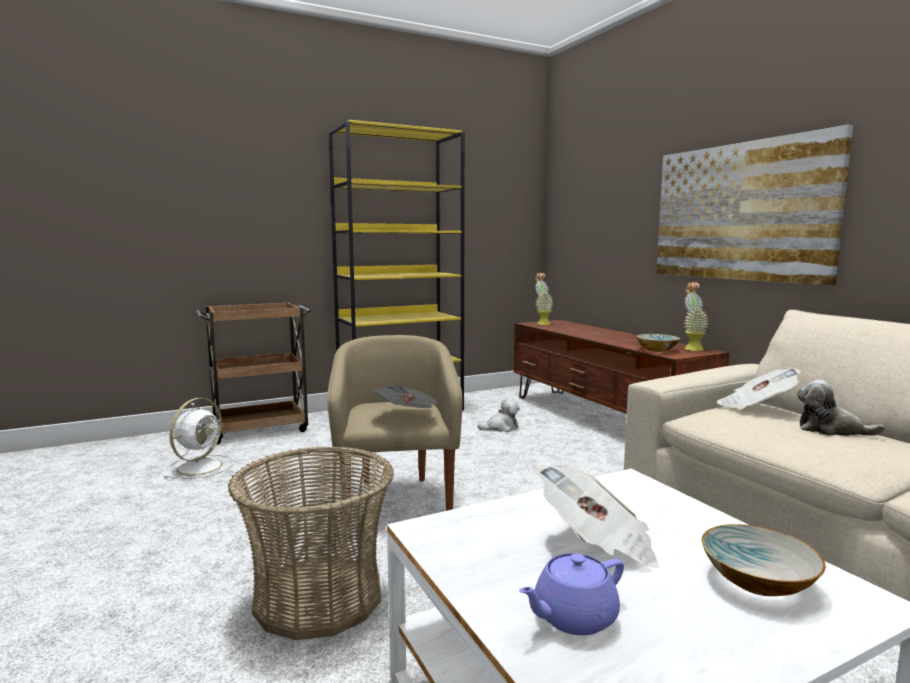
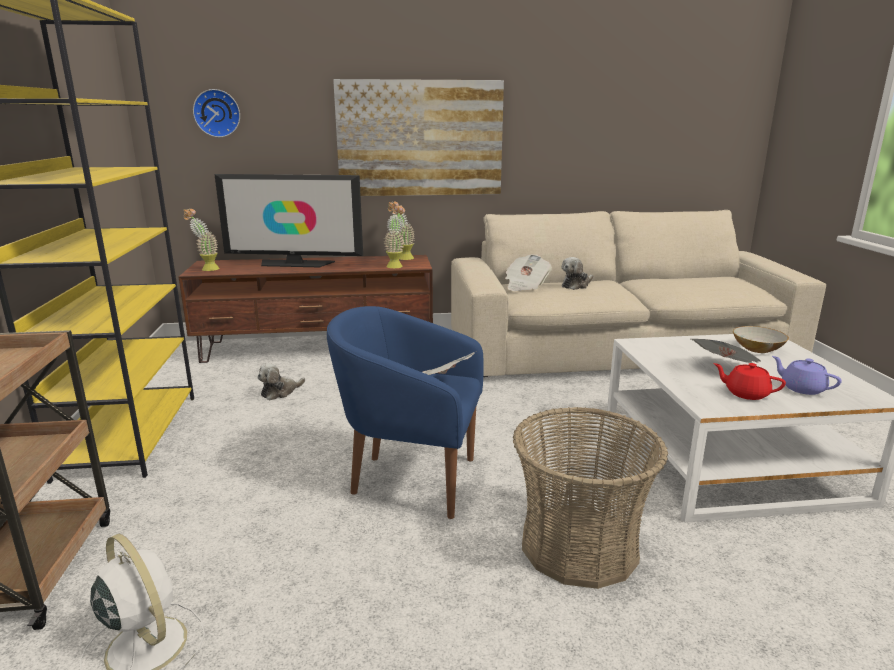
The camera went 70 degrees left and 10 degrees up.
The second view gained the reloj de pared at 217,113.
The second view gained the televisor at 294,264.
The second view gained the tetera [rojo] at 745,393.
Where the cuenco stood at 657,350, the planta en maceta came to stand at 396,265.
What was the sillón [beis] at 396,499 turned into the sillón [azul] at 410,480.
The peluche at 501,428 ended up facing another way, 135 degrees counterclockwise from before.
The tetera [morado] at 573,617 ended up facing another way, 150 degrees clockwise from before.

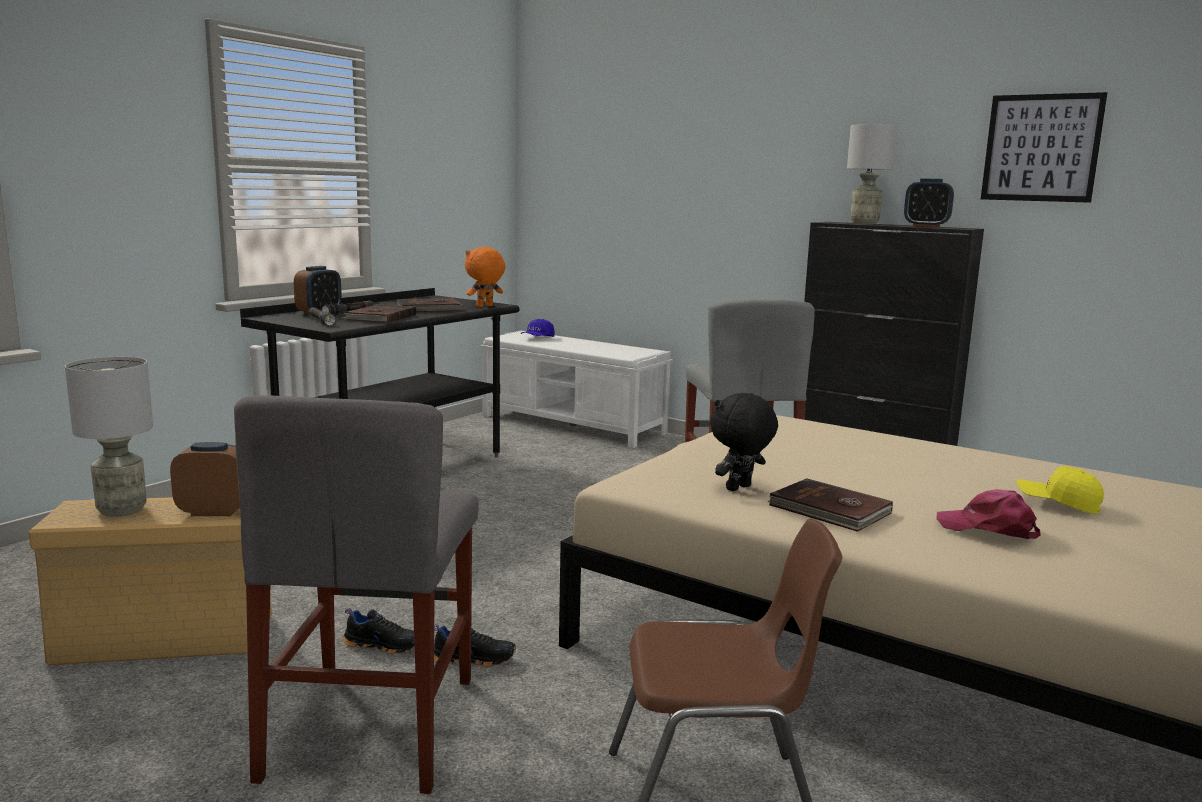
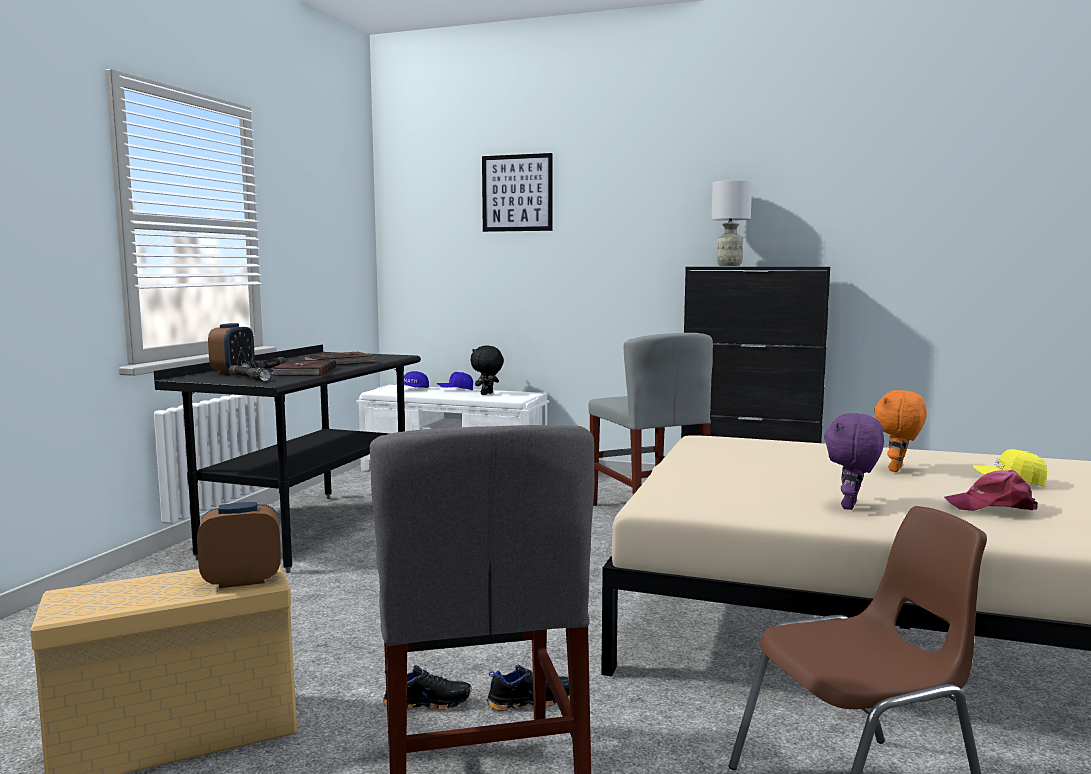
The camera went 15 degrees left and 5 degrees down.
The second view lost the lámpara de mesa [gris] at 122,510.
The second view lost the despertador at 926,226.
The second view gained the gorra [azul] at 455,390.
The peluche [naranja] ended up elsewhere, having gone from 485,306 to 897,470.
The peluche [negro] ended up elsewhere, having gone from 739,488 to 487,394.
The cuadro ended up elsewhere, having gone from 1041,148 to 517,193.
Where the libro [marrón] stood at 829,510, the peluche [morado] came to stand at 851,506.

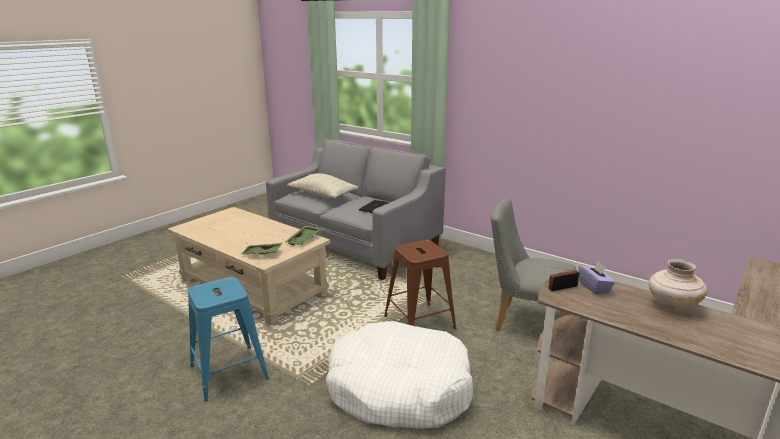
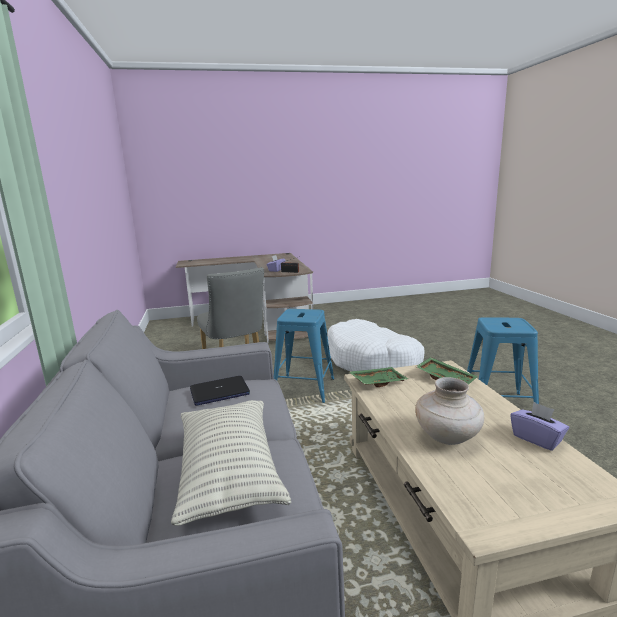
The camera went 140 degrees left and 5 degrees down.
The second view gained the caja de pañuelos [morado] at 537,439.
The florero [beis] ended up elsewhere, having gone from 672,305 to 447,437.
What was the taburete [marrón] at 419,322 turned into the taburete [azul] at 304,388.

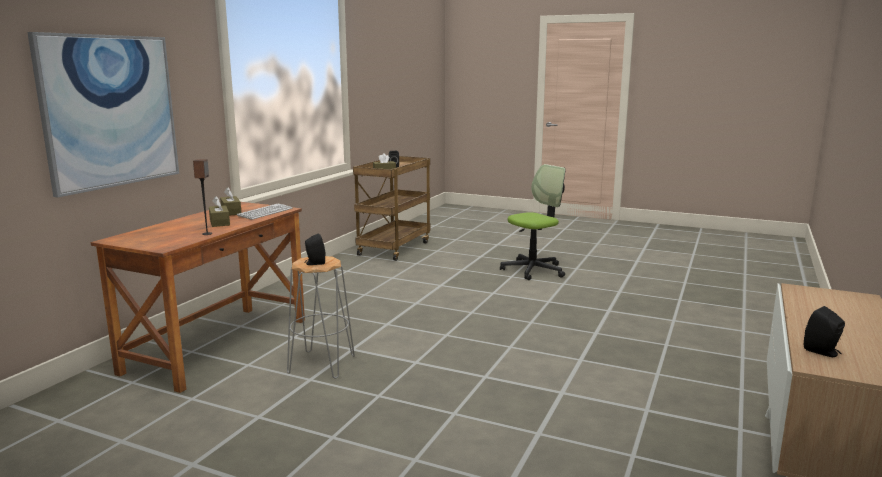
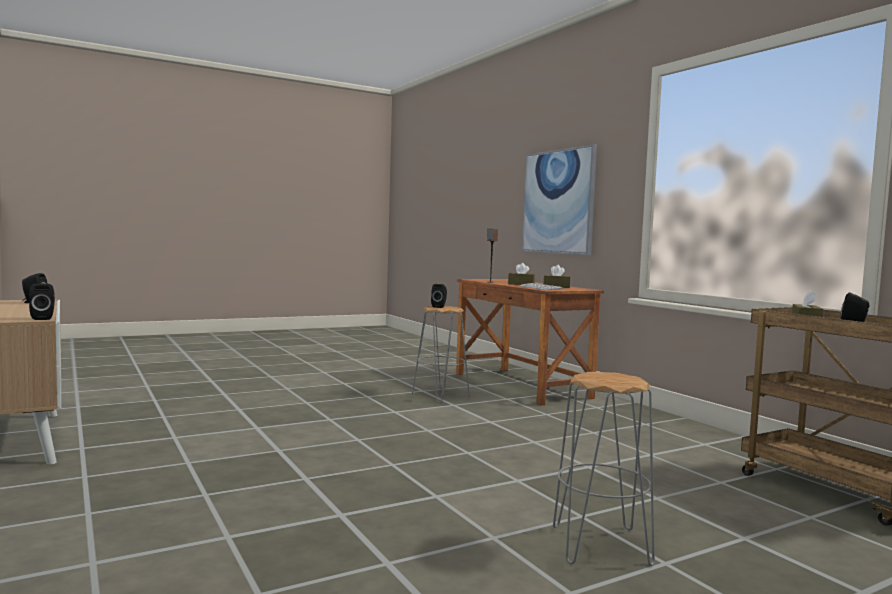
The camera went 125 degrees right and 10 degrees down.
The second view gained the altavoz [negro] at 43,318.
Where the silla de oficina stood at 533,270, the taburete [gris] came to stand at 599,545.

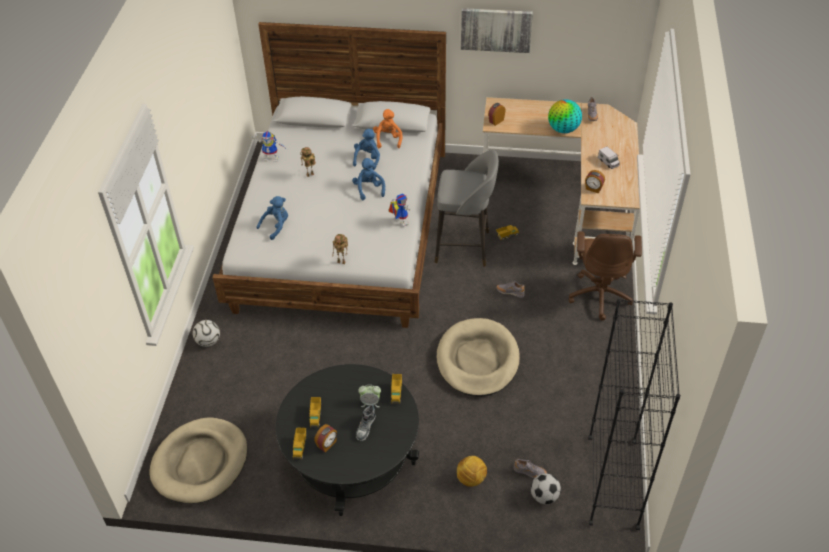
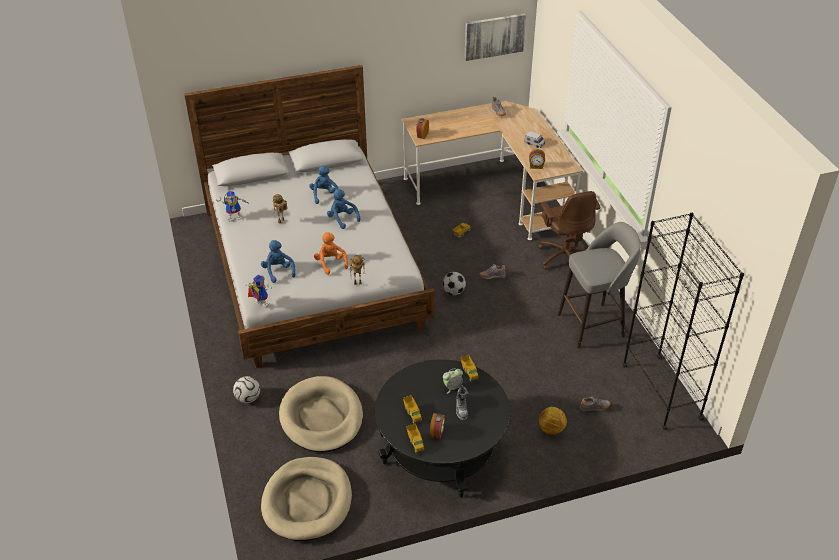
The camera went 25 degrees left and 5 degrees down.
The second view lost the globo terráqueo at 563,129.
The peluche [naranja] ended up elsewhere, having gone from 388,139 to 330,263.
The robot de juguete ended up elsewhere, having gone from 399,221 to 259,304.
The taburete [gris] ended up elsewhere, having gone from 464,247 to 593,325.
The cama para perro [beis] ended up elsewhere, having gone from 477,360 to 321,417.
The cuadro ended up elsewhere, having gone from 496,29 to 494,36.
The balón de fútbol ended up elsewhere, having gone from 544,496 to 454,292.
The peluche [azul] at 276,226 ended up facing another way, 45 degrees counterclockwise from before.

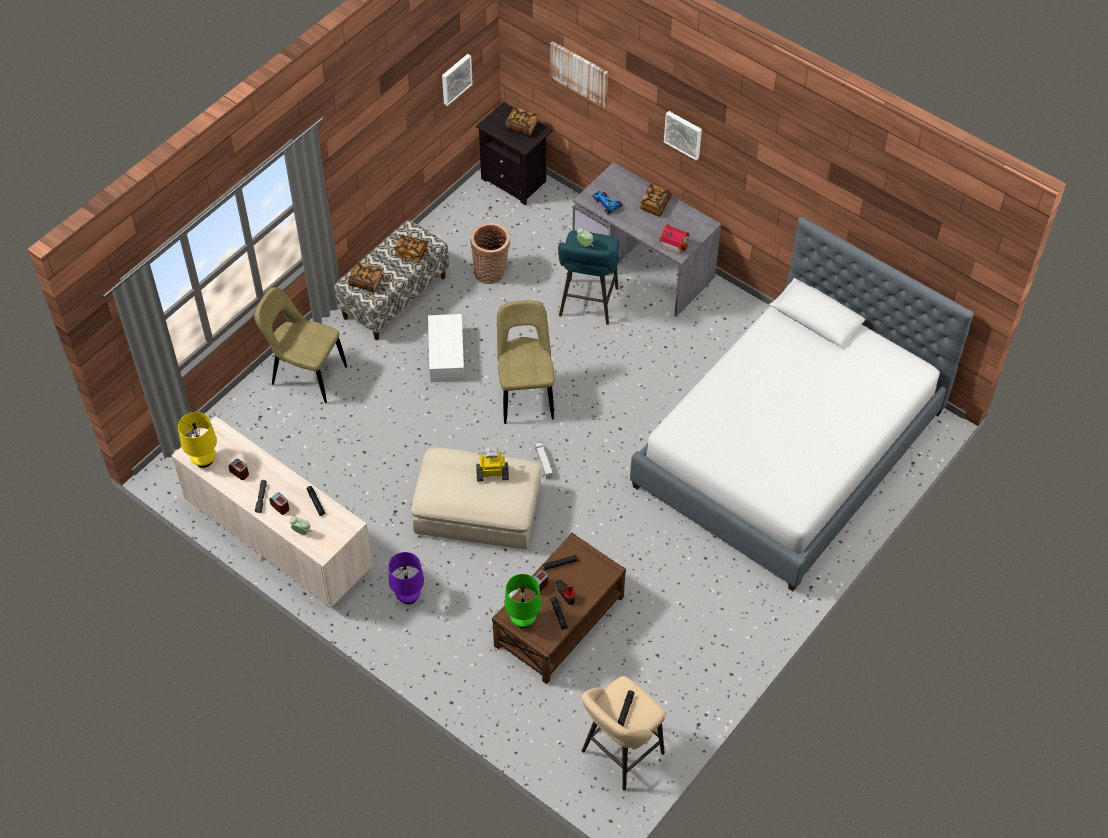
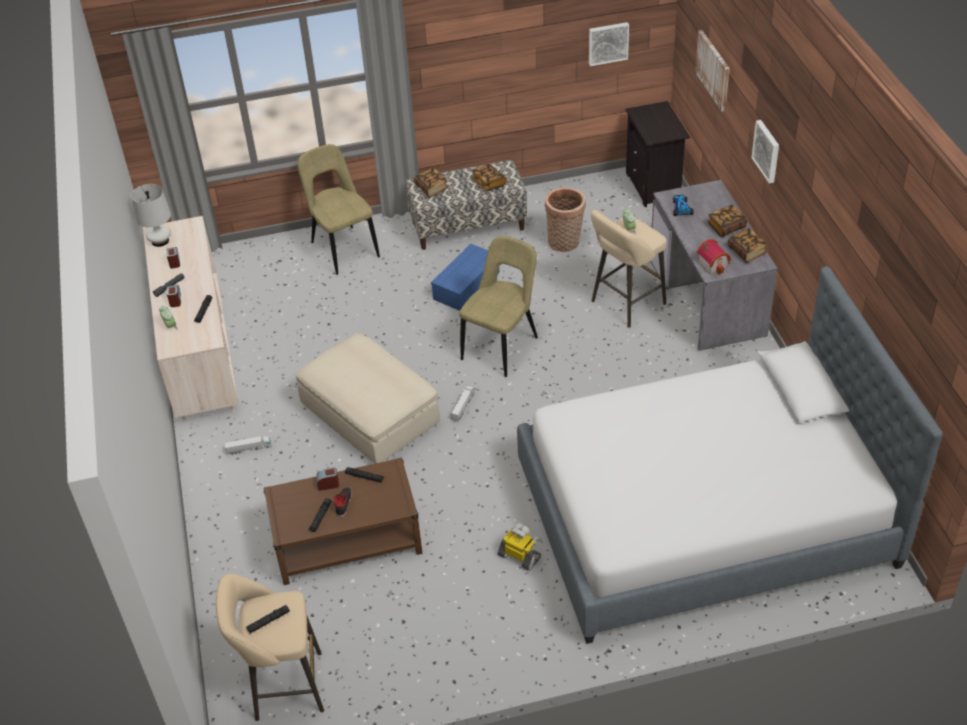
The camera went 40 degrees right and 10 degrees down.
The second view lost the lámpara de mesa [verde] at 523,620.
The robot de juguete ended up elsewhere, having gone from 492,473 to 520,556.
The libro ended up elsewhere, having gone from 522,127 to 746,252.
Where the lámpara de mesa [morado] stood at 408,596, the camión de juguete came to stand at 248,449.
What was the lámpara de mesa [amarillo] at 204,460 turned into the lámpara de mesa [blanco] at 160,241.
What was the caja de almacenaje [blanco] at 445,354 turned into the caja de almacenaje [azul] at 466,285.
What was the taburete [turquesa] at 587,305 turned into the taburete [beis] at 625,304.

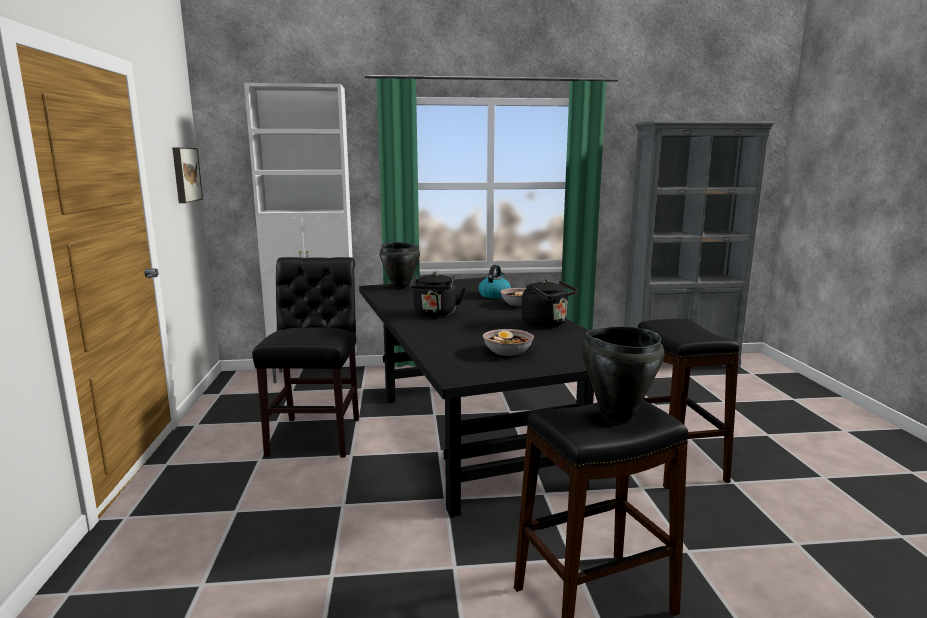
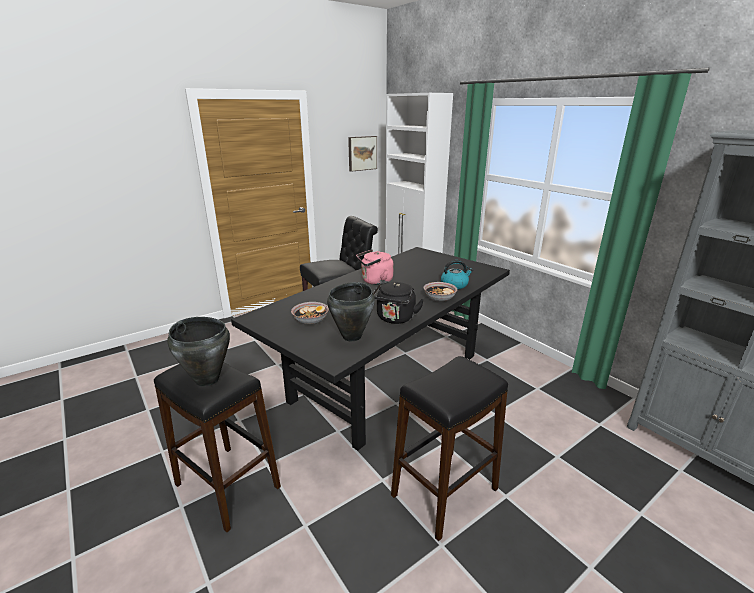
The camera went 60 degrees right and 10 degrees up.
The olla [negro] ended up elsewhere, having gone from 400,287 to 352,336.
What was the hervidor [negro] at 435,314 turned into the hervidor [rosa] at 375,281.

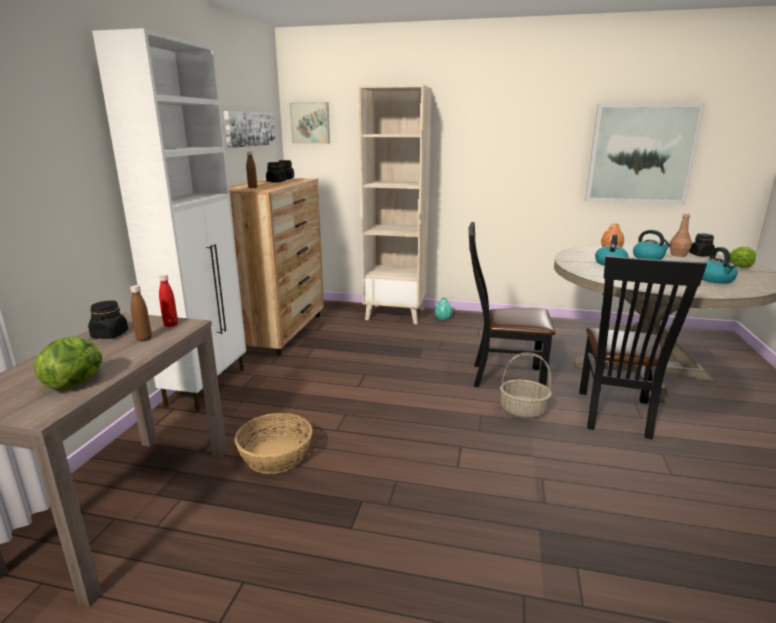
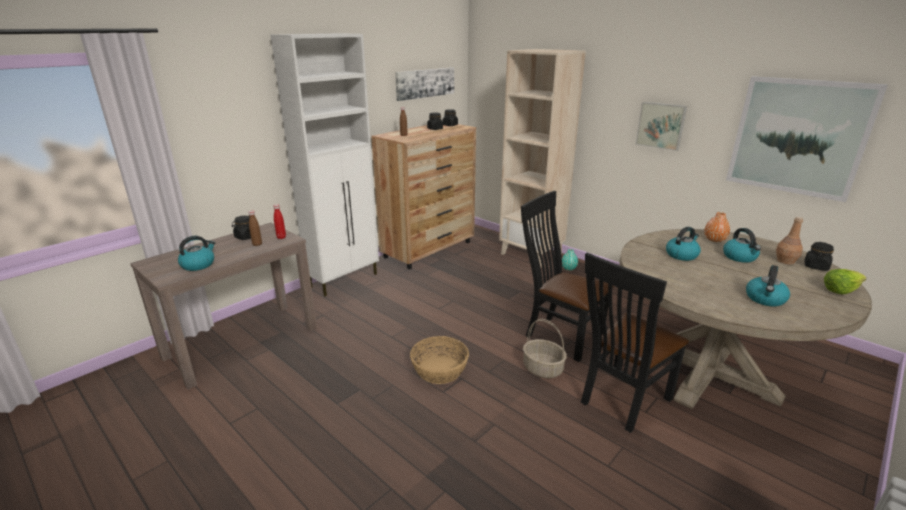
The camera went 30 degrees right and 5 degrees up.
The cesta ended up elsewhere, having gone from 276,455 to 440,369.
The cuadro ended up elsewhere, having gone from 310,123 to 661,125.
Where the lechuga stood at 76,382, the hervidor came to stand at 198,264.

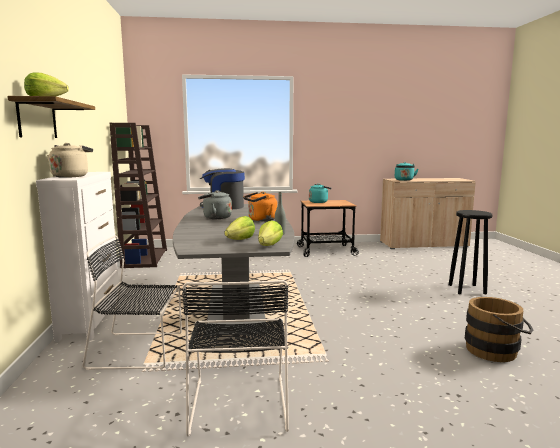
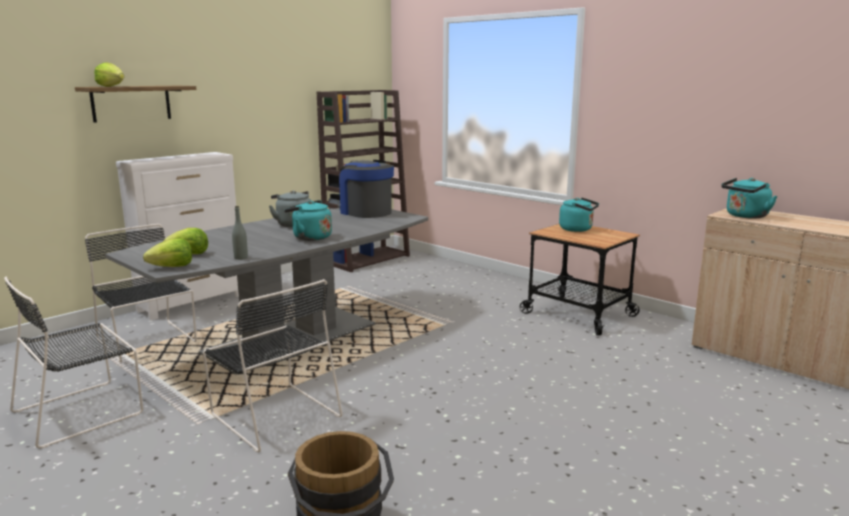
The camera went 50 degrees right and 5 degrees up.
The second view lost the hervidor [beis] at 71,176.
The second view lost the taburete [negro] at 467,289.
The second view gained the silla [negro] at 274,414.
What was the hervidor [naranja] at 261,220 turned into the hervidor [turquesa] at 310,237.

